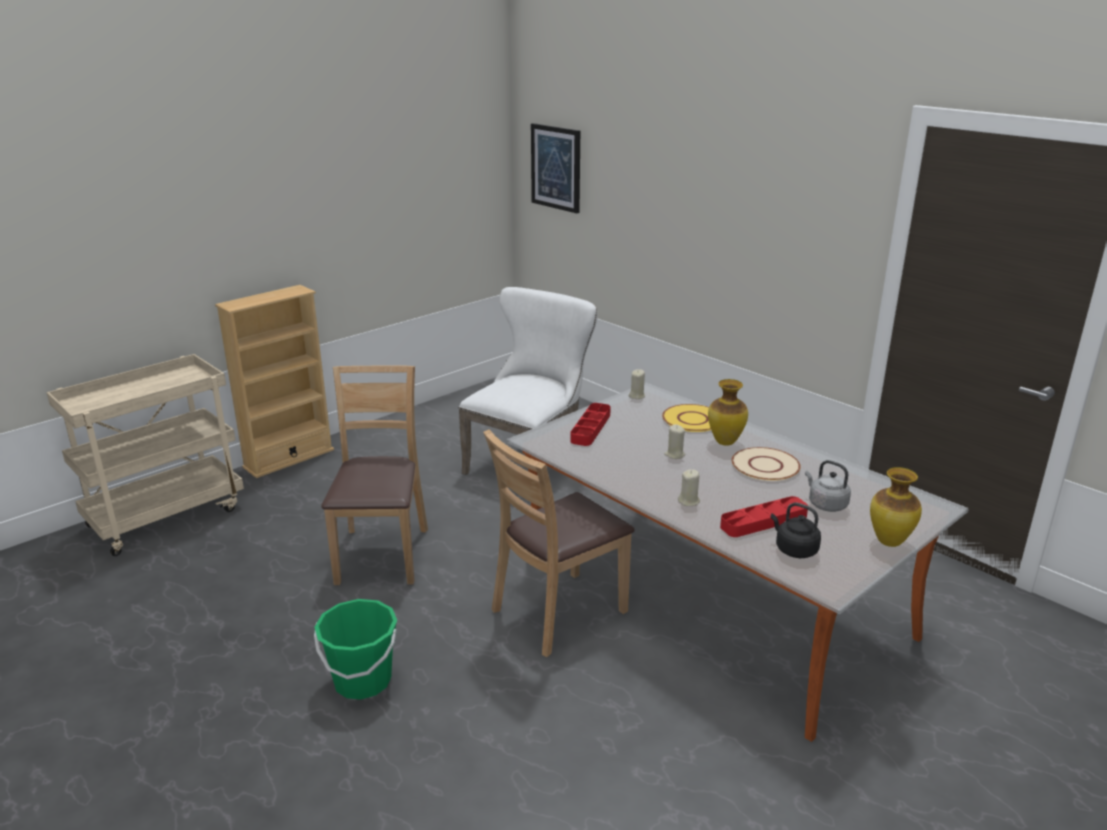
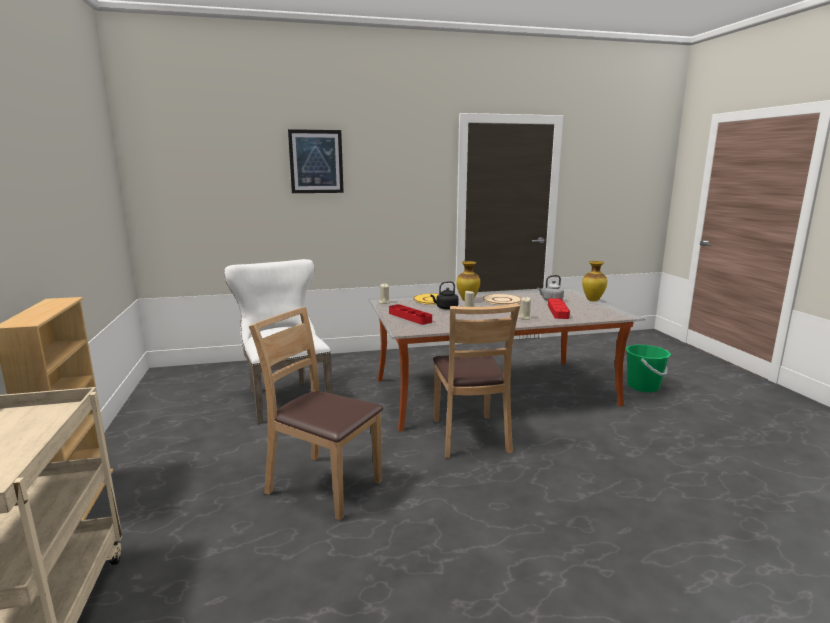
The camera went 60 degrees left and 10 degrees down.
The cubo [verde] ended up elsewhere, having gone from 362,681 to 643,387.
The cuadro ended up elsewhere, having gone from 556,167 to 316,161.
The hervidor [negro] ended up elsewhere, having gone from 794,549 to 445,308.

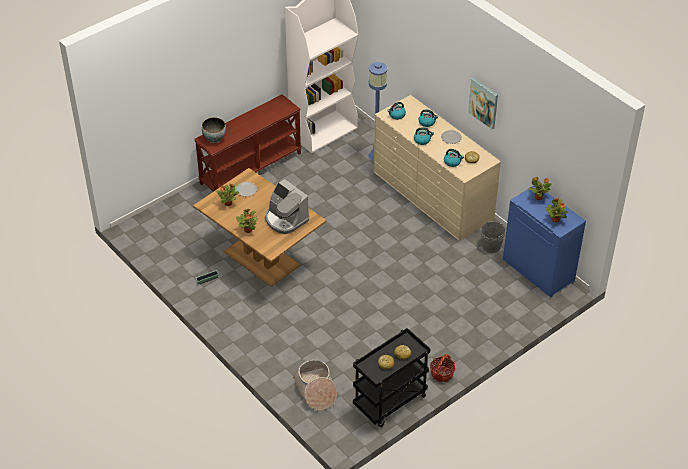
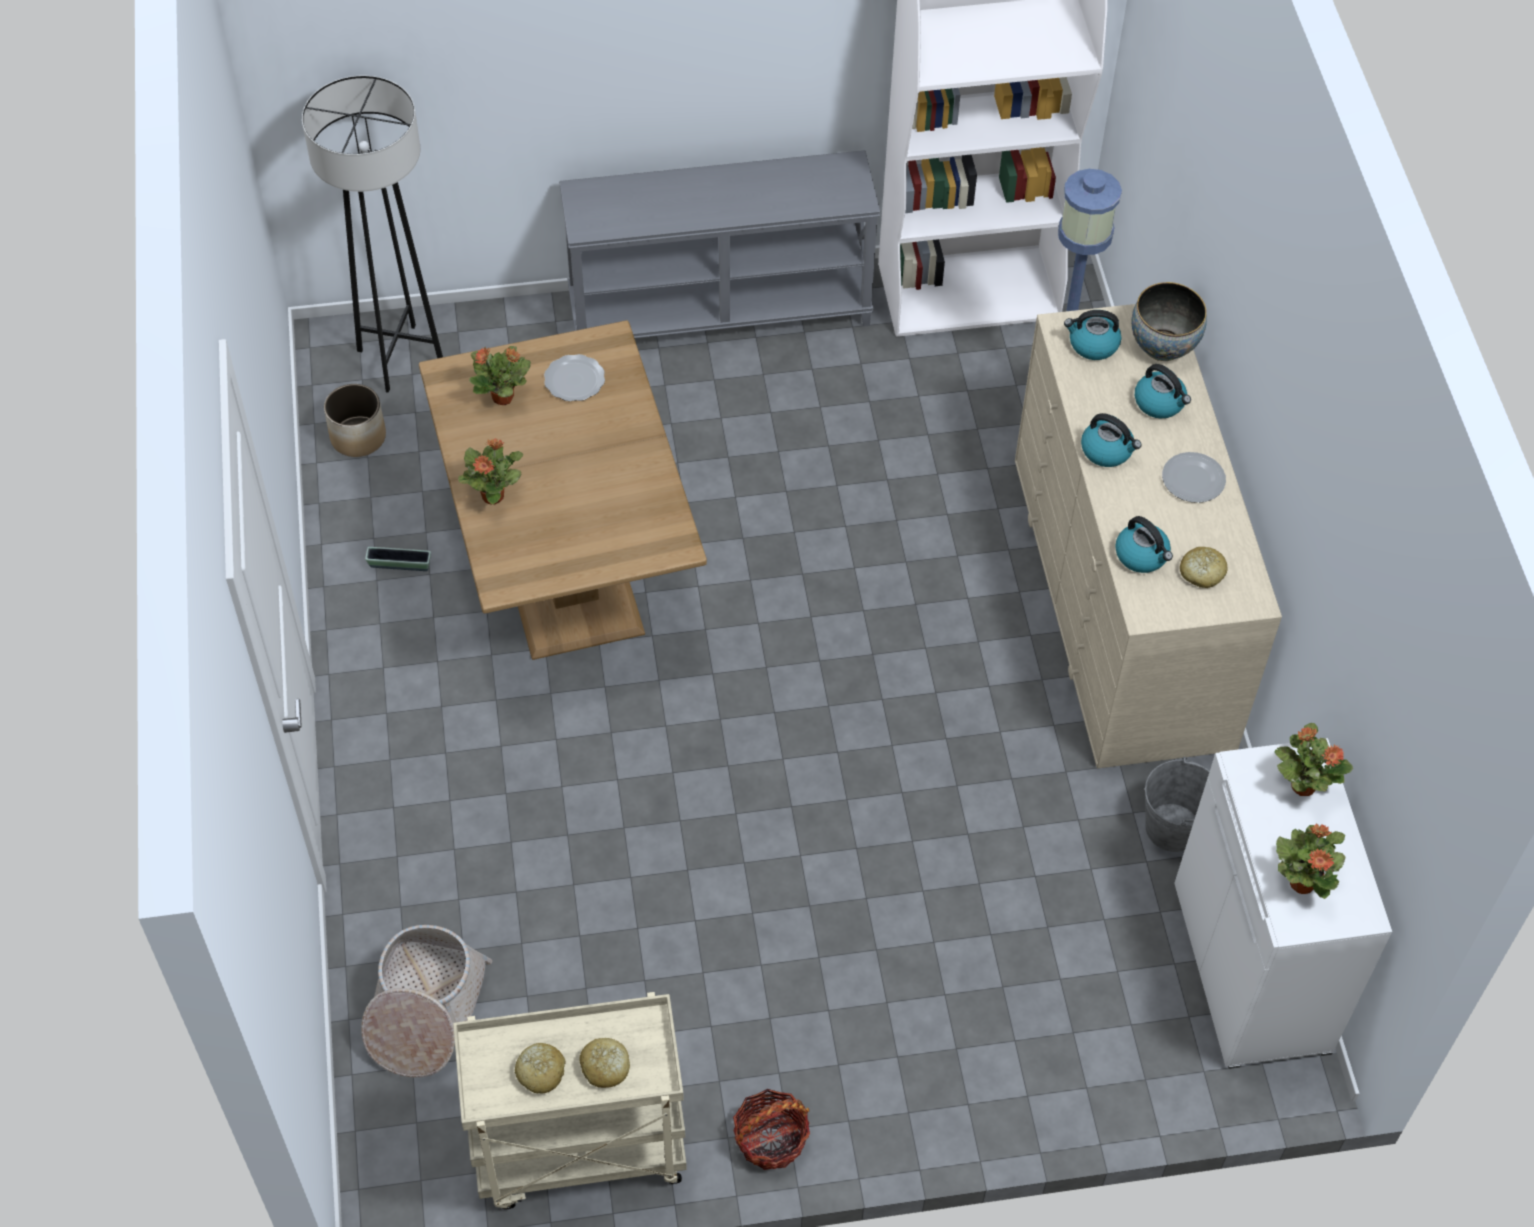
The camera went 30 degrees right and 10 degrees up.
The second view lost the cafetera at 285,219.
The second view lost the cuadro at 484,103.
The second view gained the lámpara de pie [gris] at 401,358.
The second view gained the maceta at 358,436.
The cuenco ended up elsewhere, having gone from 214,139 to 1162,346.
What was the mesa consola [marrón] at 250,168 turned into the mesa consola [gris] at 720,310.
What was the carrito [negro] at 390,403 turned into the carrito [beis] at 578,1150.
What was the armario [azul] at 539,270 turned into the armario [blanco] at 1254,968.

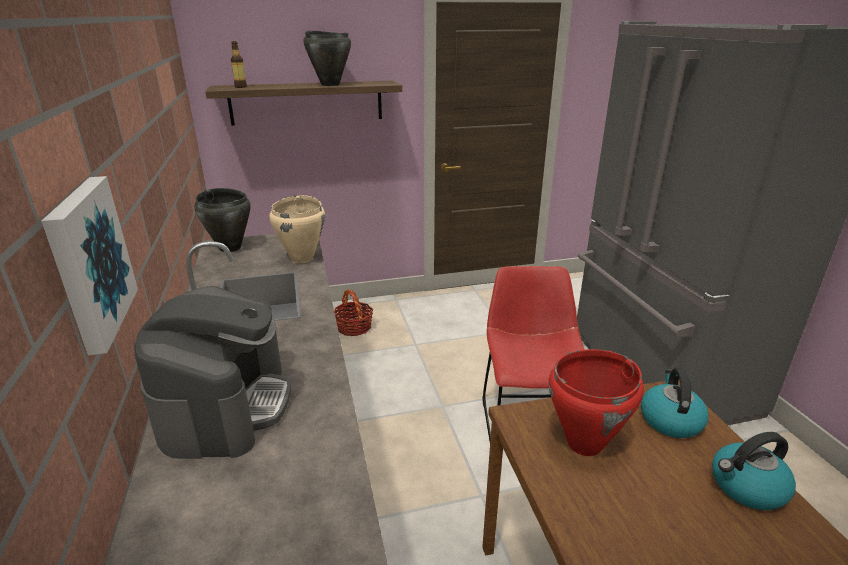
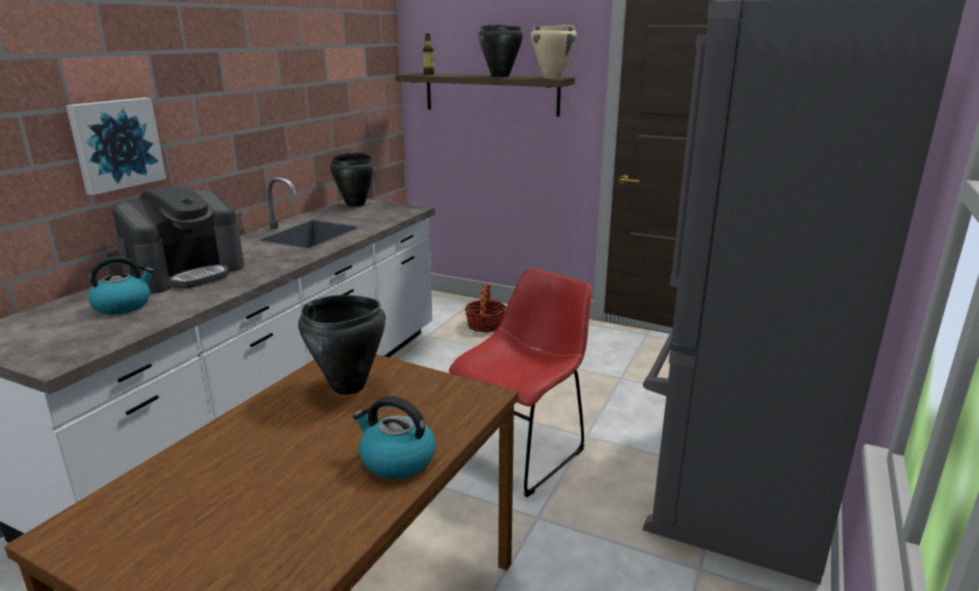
The camera went 40 degrees right and 5 degrees down.
The olla [beis] ended up elsewhere, having gone from 302,258 to 552,78.
The hervidor ended up elsewhere, having gone from 670,420 to 123,306.
What was the olla [rojo] at 585,444 turned into the olla [negro] at 348,387.

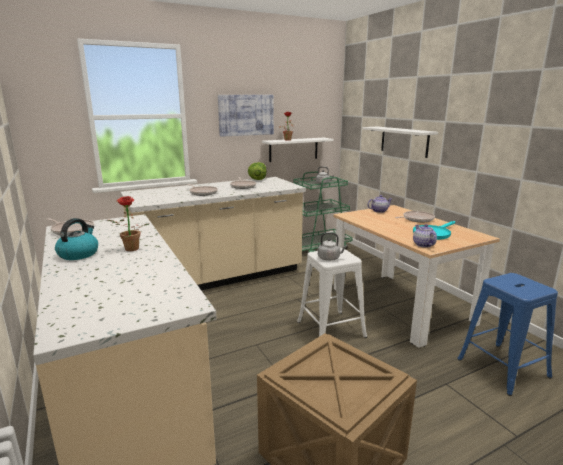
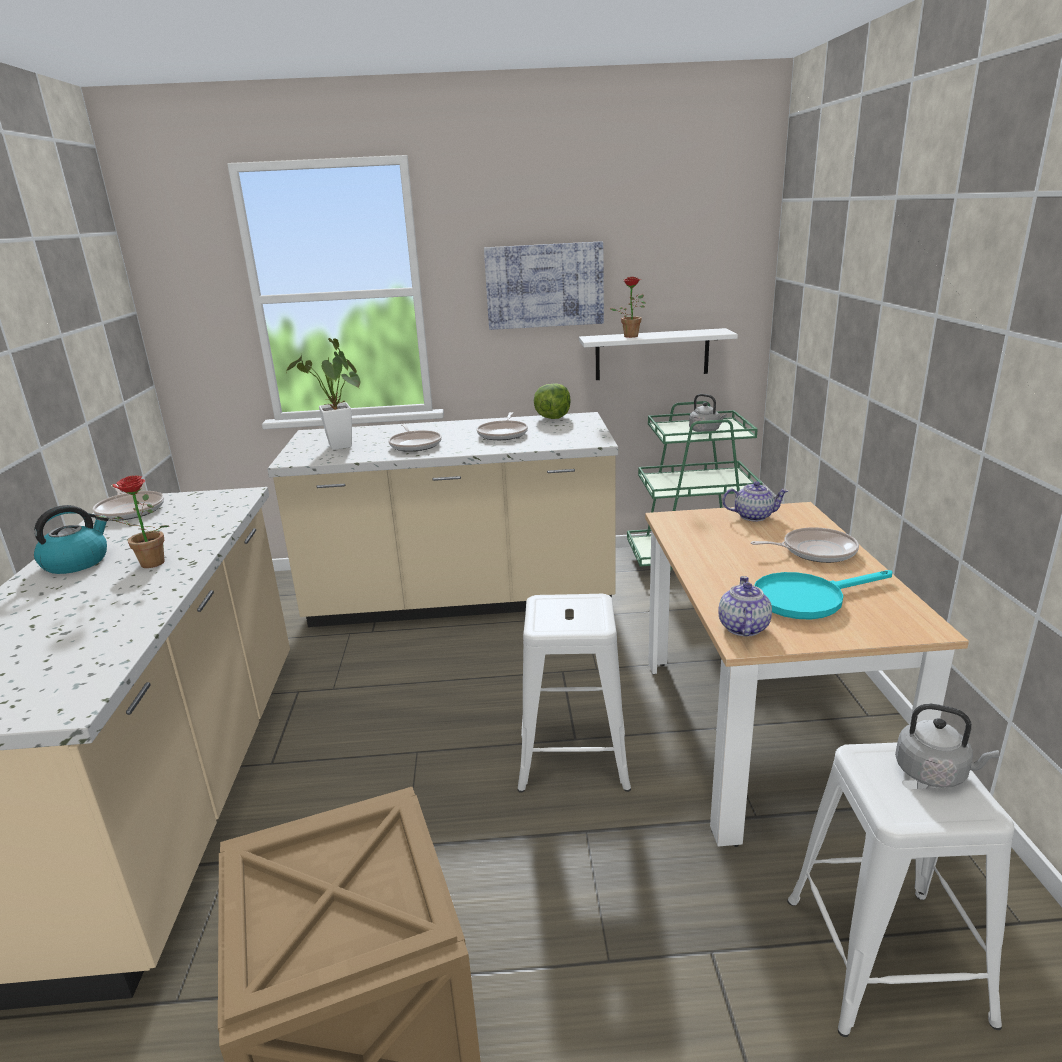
The camera went 25 degrees right and 5 degrees up.
The second view lost the estante [blanco] at 404,141.
The second view gained the planta en maceta at 341,448.
The hervidor [gris] ended up elsewhere, having gone from 330,258 to 934,773.
What was the taburete [azul] at 502,368 turned into the taburete [blanco] at 884,958.

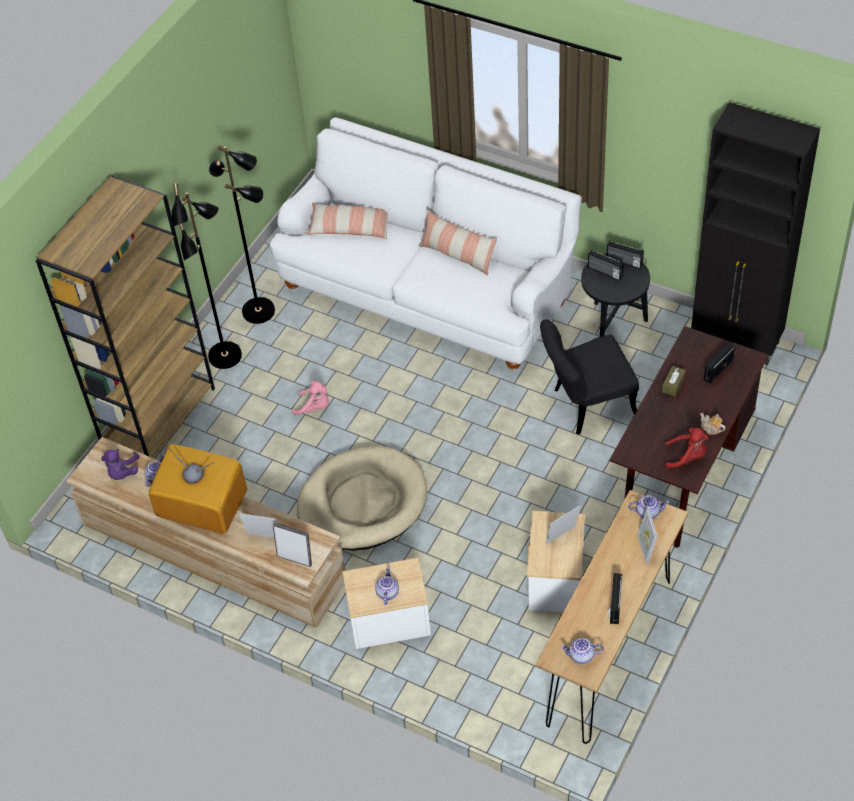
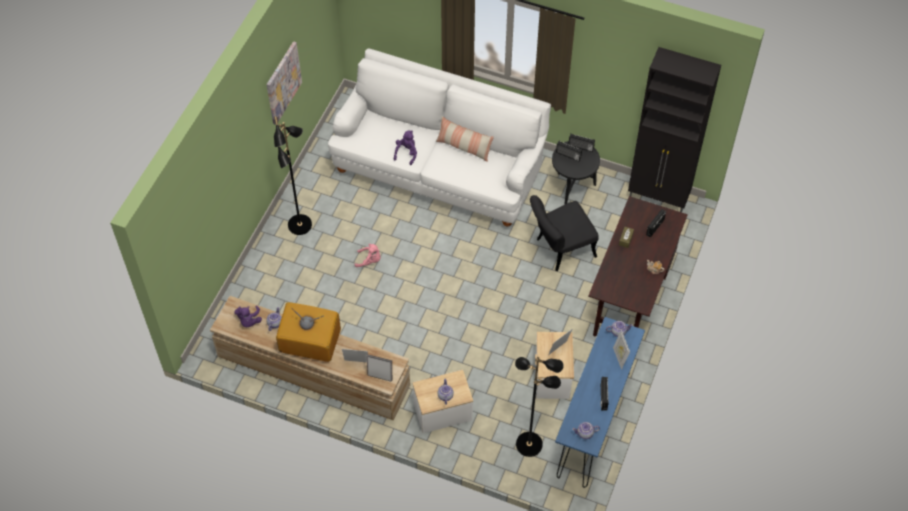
The camera went 10 degrees left and 5 degrees up.
The second view lost the estantería [marrón] at 159,418.
The second view lost the cama para perro [beis] at 362,502.
The second view lost the cojín at 350,227.
The second view lost the peluche [rojo] at 687,457.
The second view gained the cuadro at 283,82.
The second view gained the peluche [morado] at 406,153.
The lámpara de pie [negro] ended up elsewhere, having gone from 259,310 to 529,444.
What was the mesa consola [marrón] at 609,651 turned into the mesa consola [azul] at 594,423.

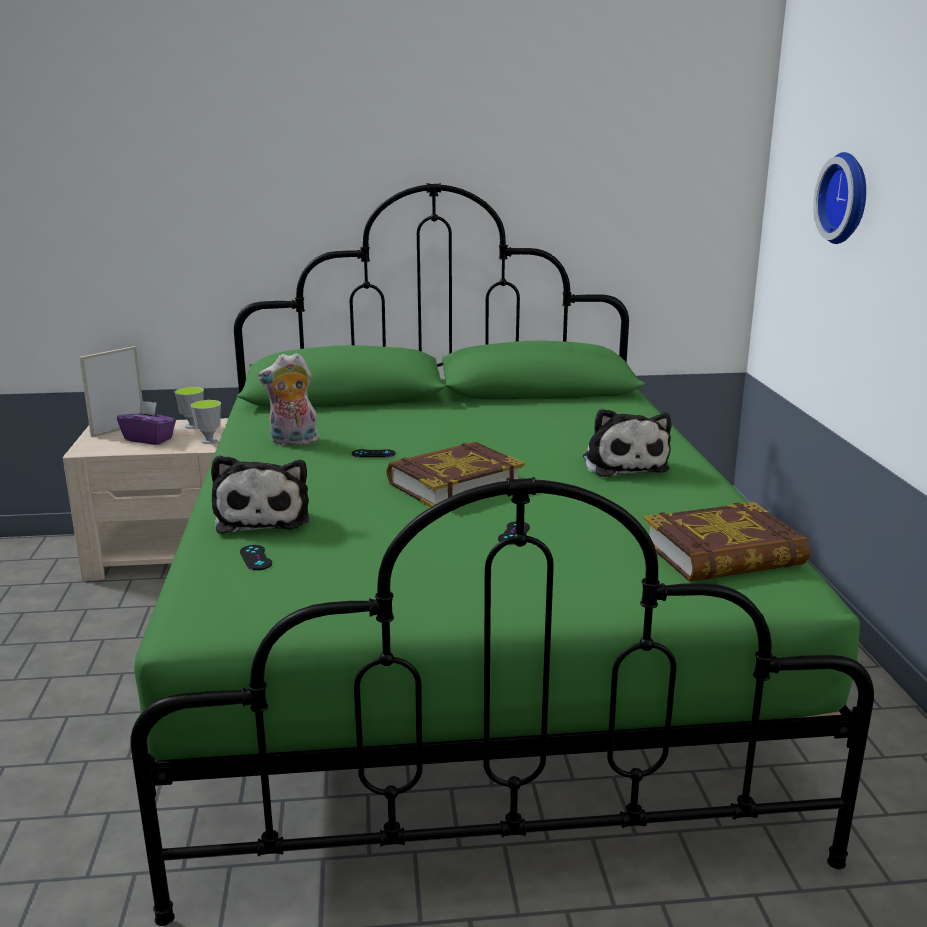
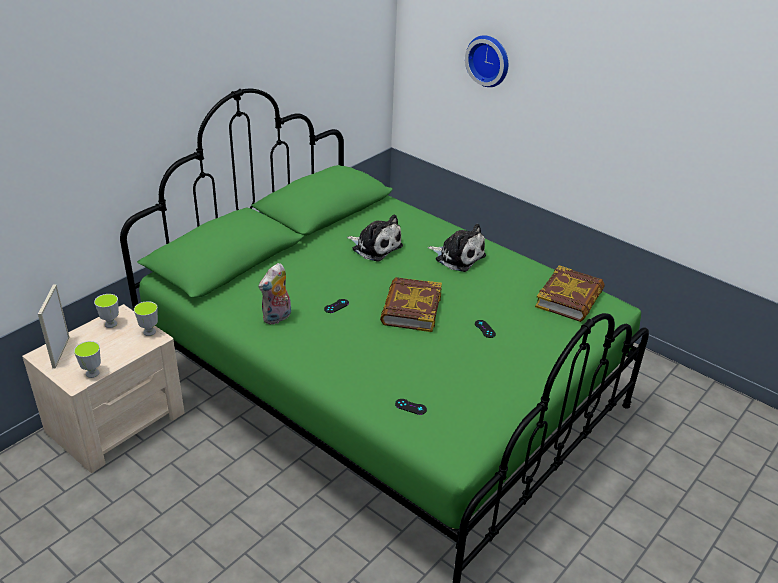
The camera went 45 degrees left and 15 degrees up.
The second view lost the caja de pañuelos [morado] at 149,439.
The second view gained the taza at 92,373.
The peluche ended up elsewhere, having gone from 263,517 to 375,247.

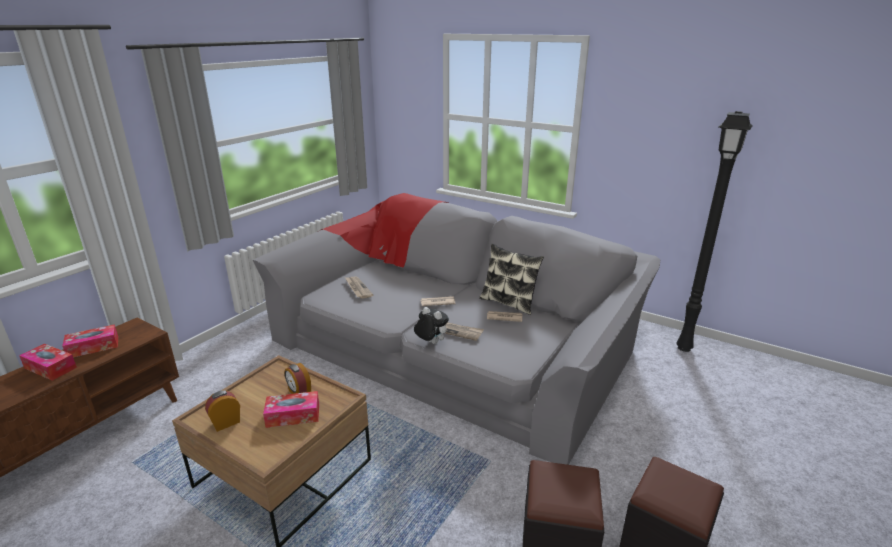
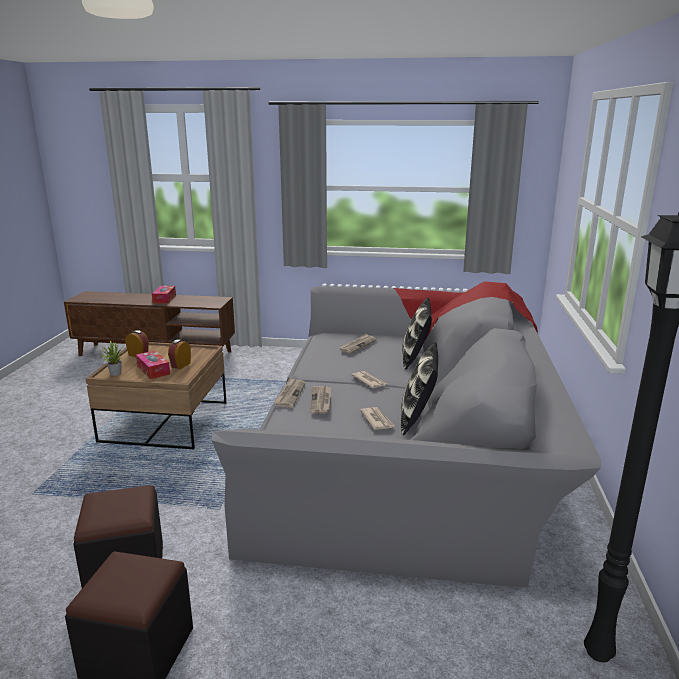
The camera went 65 degrees right and 5 degrees down.
The second view lost the caja de pañuelos at 93,347.
The second view gained the planta en maceta at 114,373.
The second view gained the cojín at 415,358.
Where the peluche stood at 430,343, the periódico came to stand at 290,394.

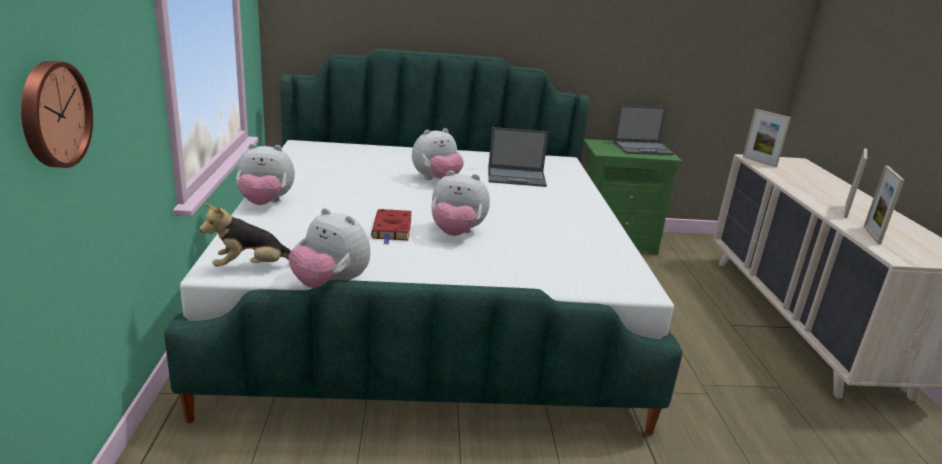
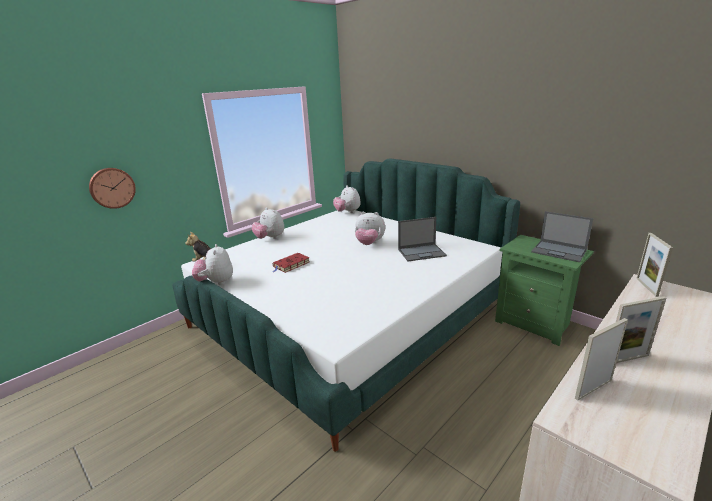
The camera went 50 degrees right and 0 degrees up.
The peluche ended up elsewhere, having gone from 456,233 to 347,212.
The portátil at 517,177 ended up facing another way, 60 degrees counterclockwise from before.

